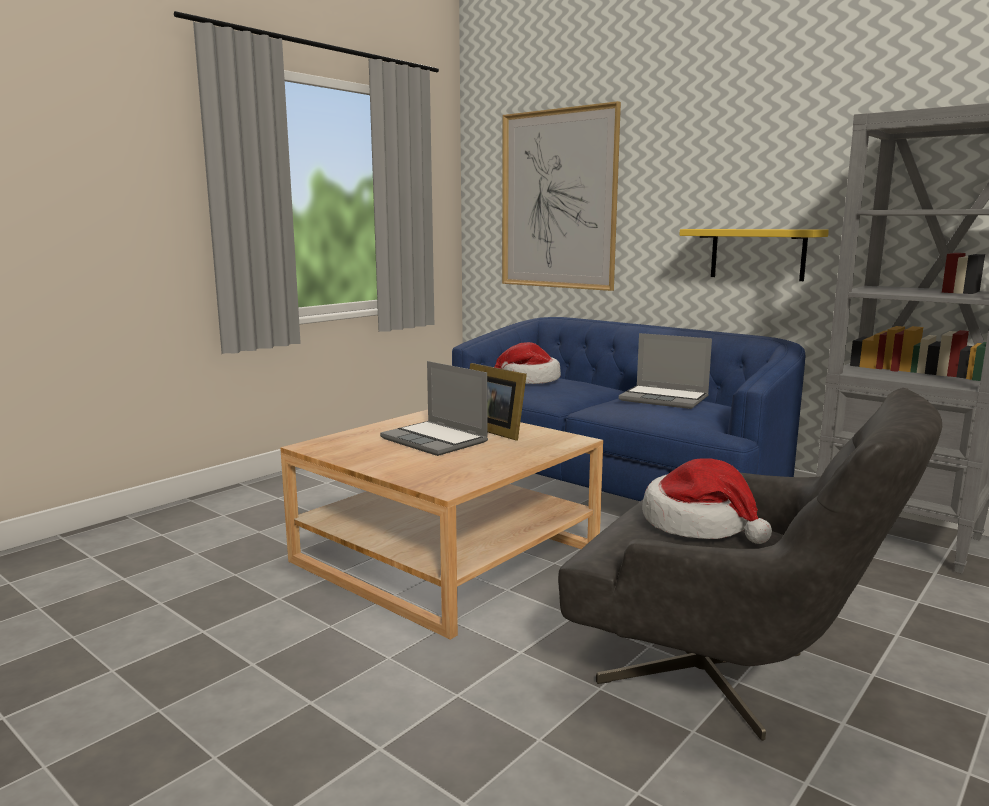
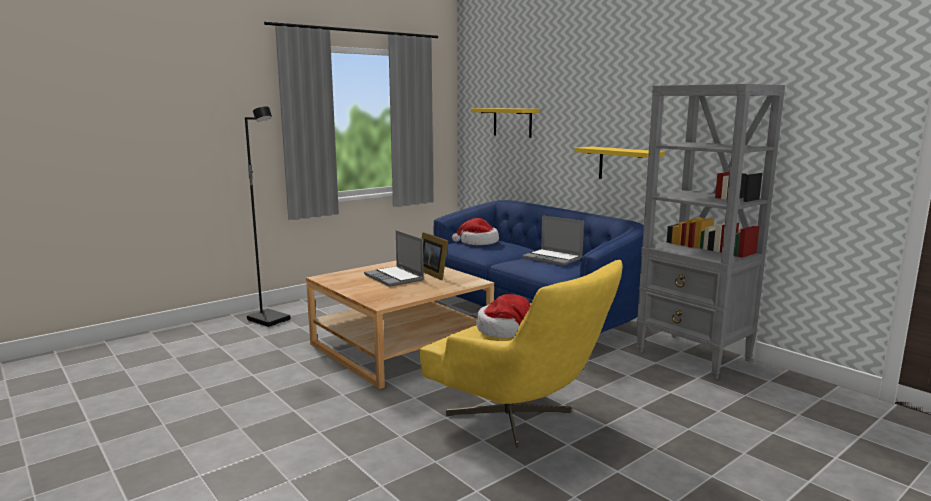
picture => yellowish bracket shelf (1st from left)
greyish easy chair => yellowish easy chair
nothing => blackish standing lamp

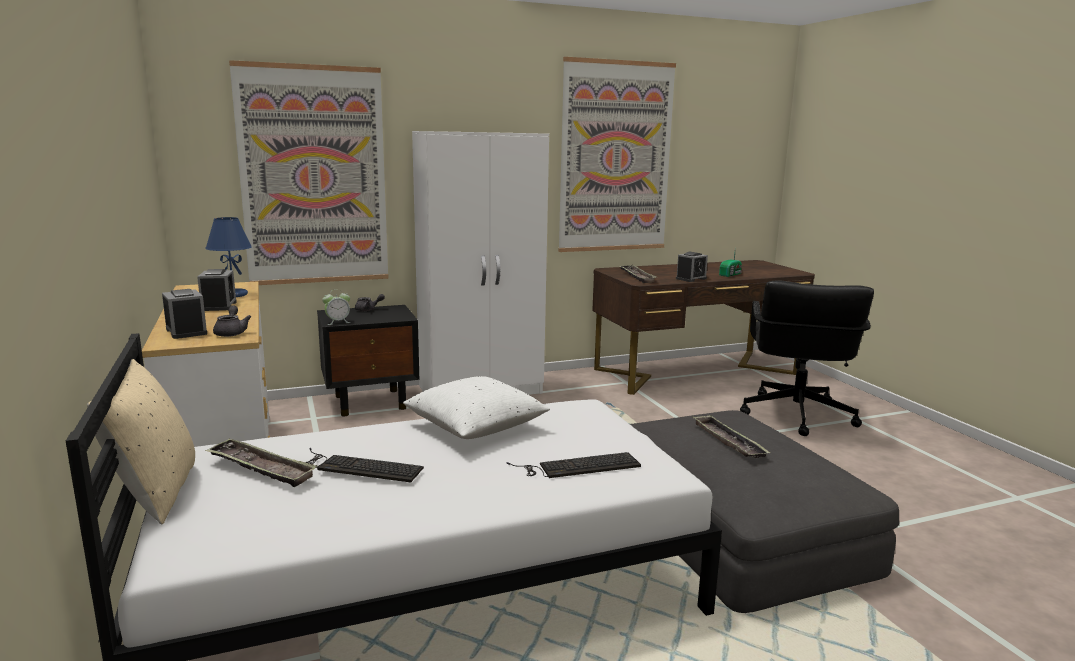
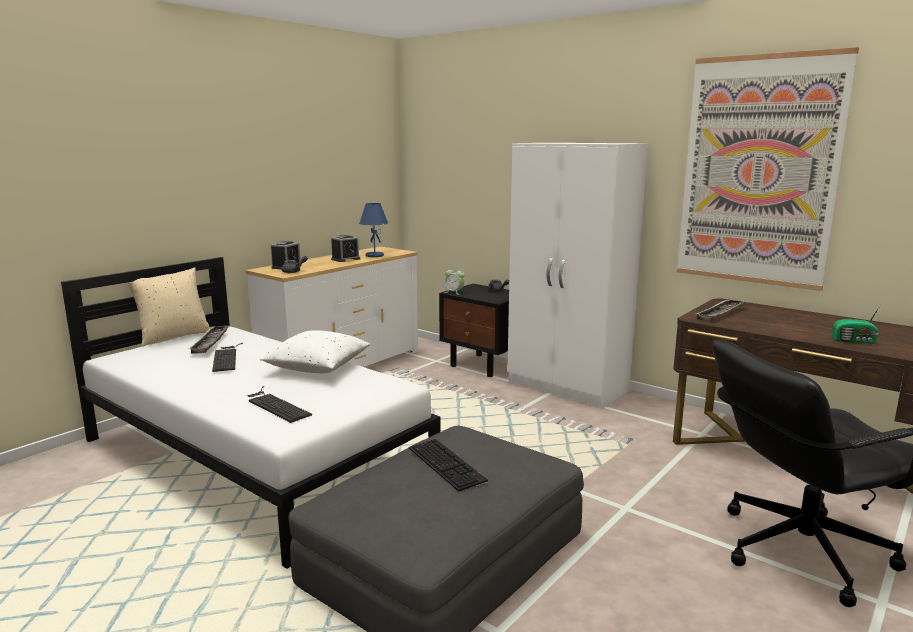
picture (1st from left) => nothing
alarm clock (4th from left) => nothing
carrying tray (3rd from left) => computer keyboard (3rd from left)

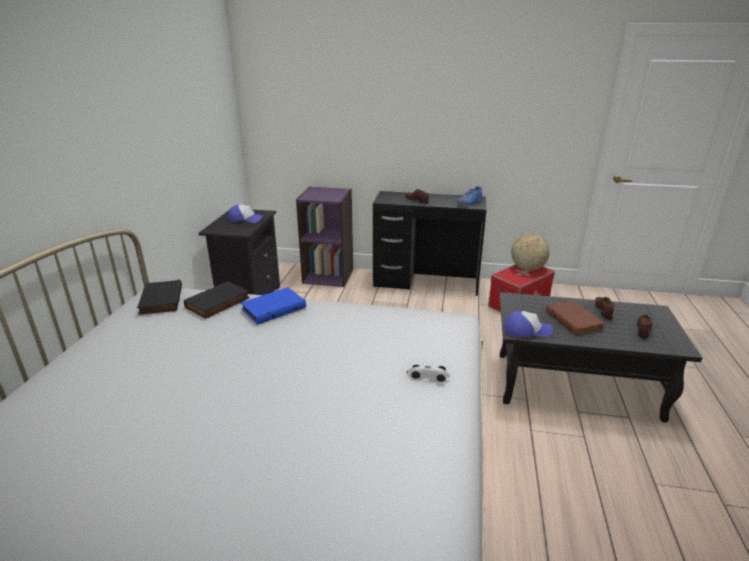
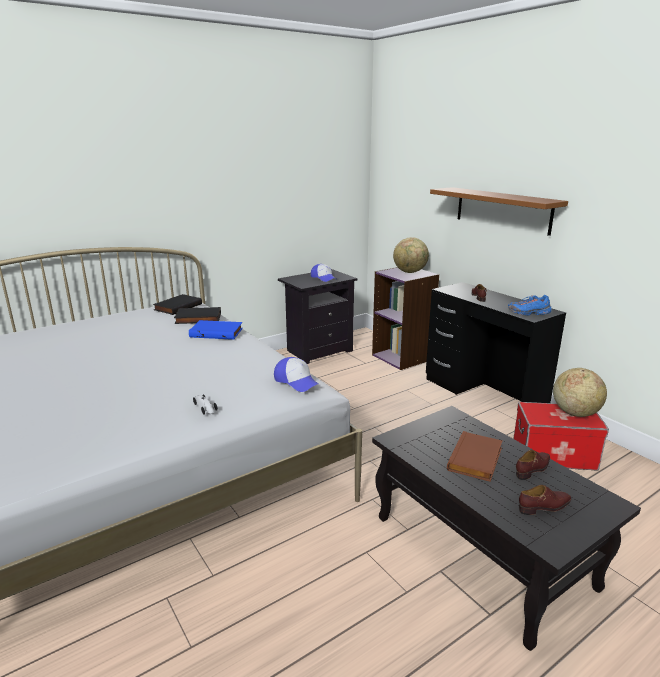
peaked cap (2nd from left in the first image) => peaked cap (1st from left), moved
nothing => brownish bracket shelf
nothing => desk globe (1st from left)

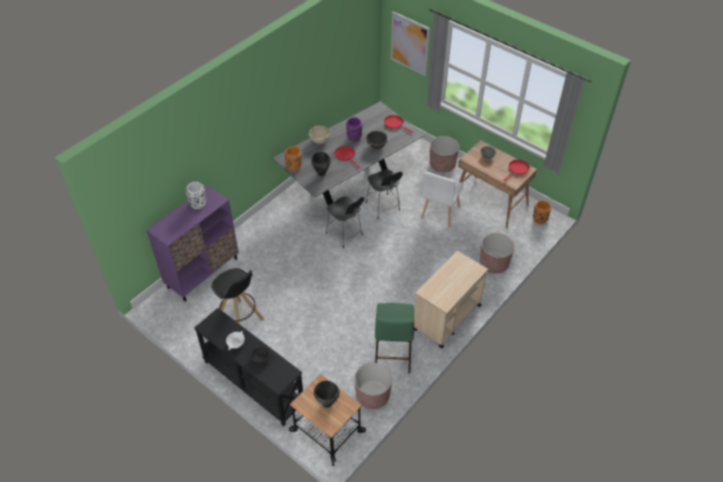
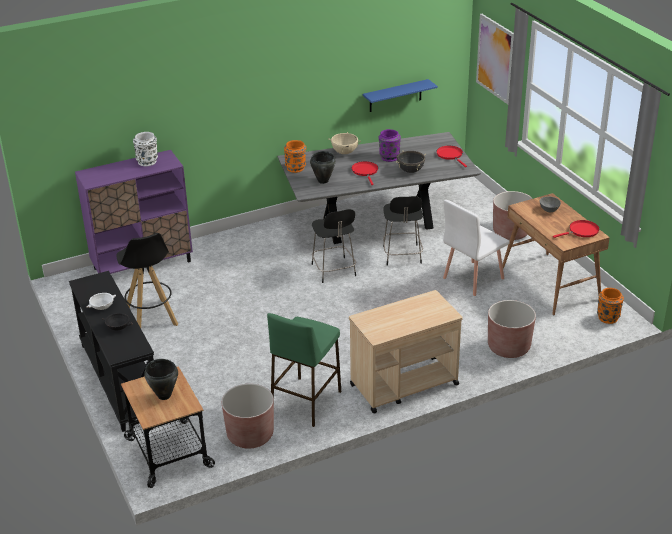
nothing => bluish bracket shelf

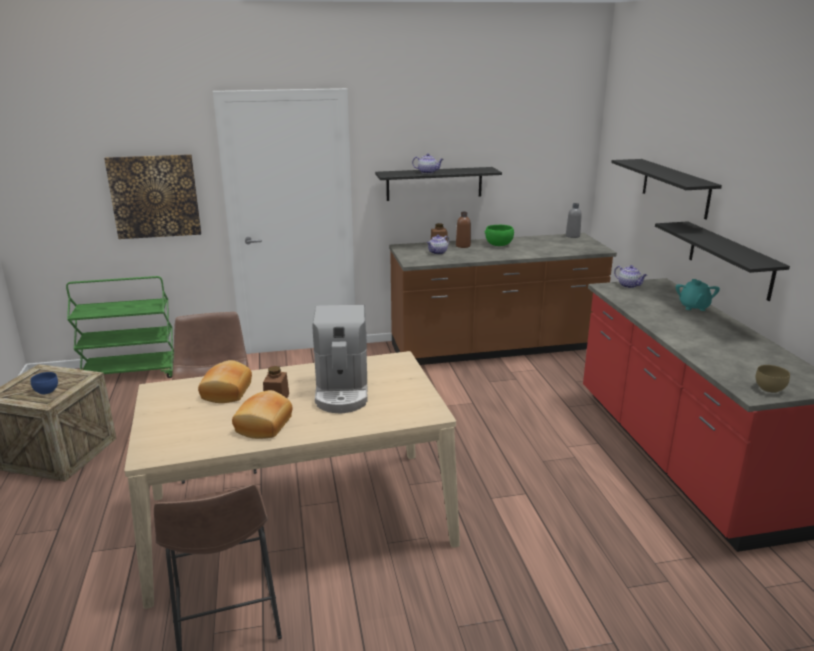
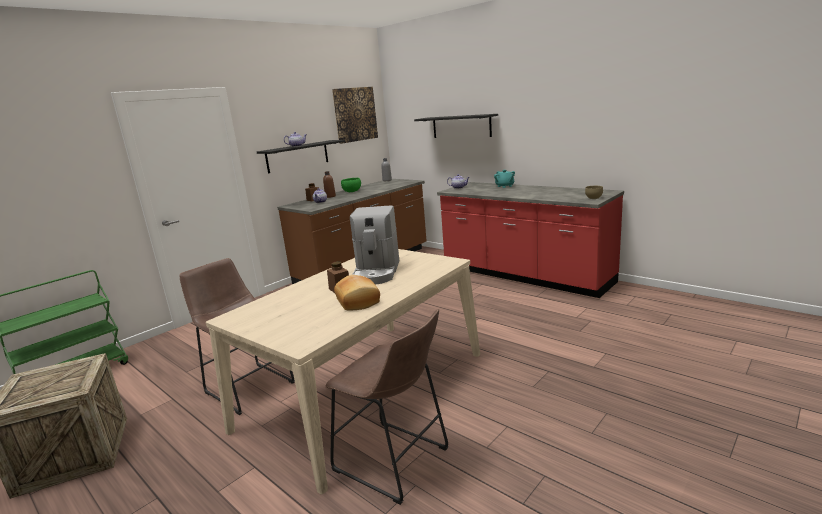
picture, moved
blackish bracket shelf (3rd from left) => nothing
coffee machine, 45 degrees clockwise
bakery bread (1st from left) => nothing
bluish serving bowl => nothing

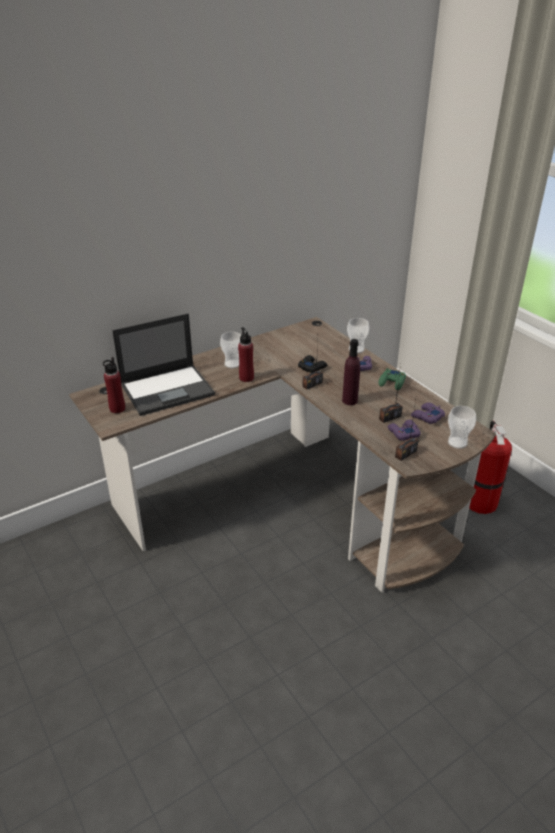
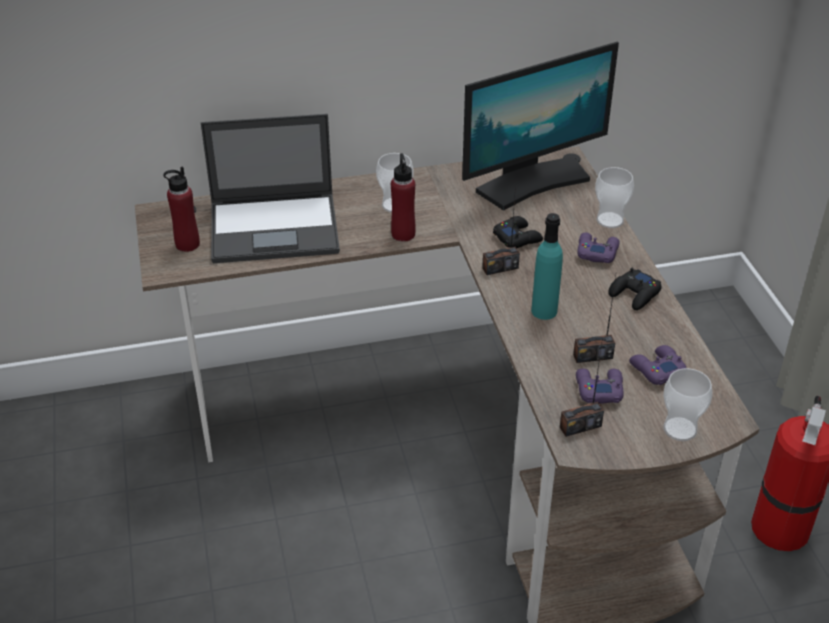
purple-coloured bottle => blue-green bottle
green joypad => blackish joypad (2nd from left)
nothing => monitor

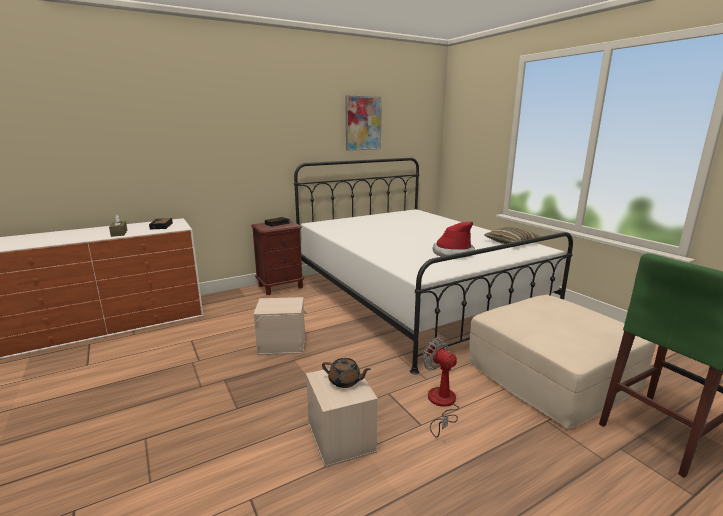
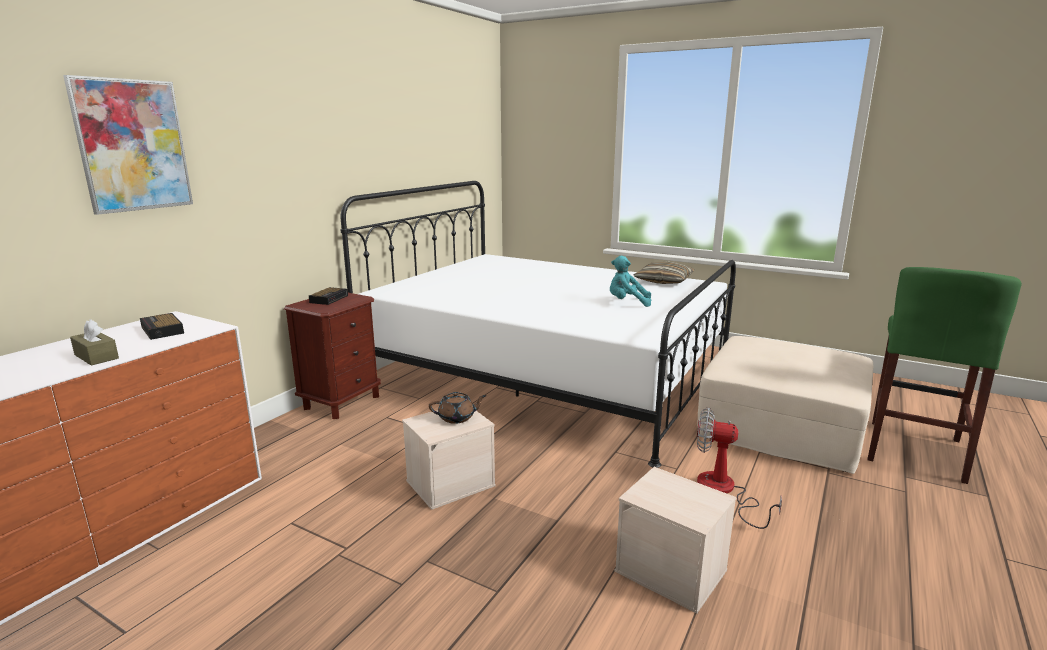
picture, moved
wearable hat => blue-green cuddly toy
brownish teapot, moved

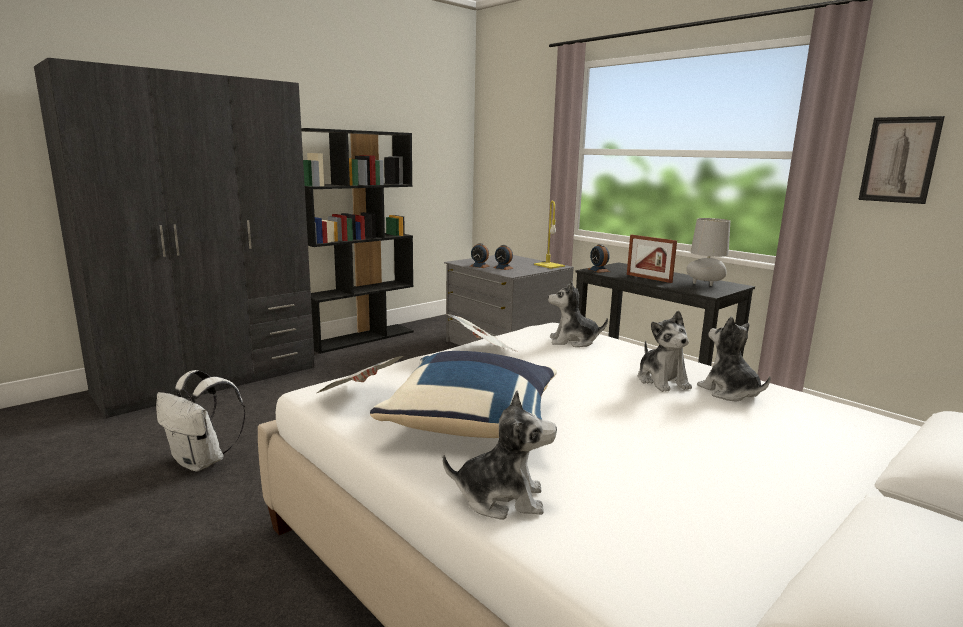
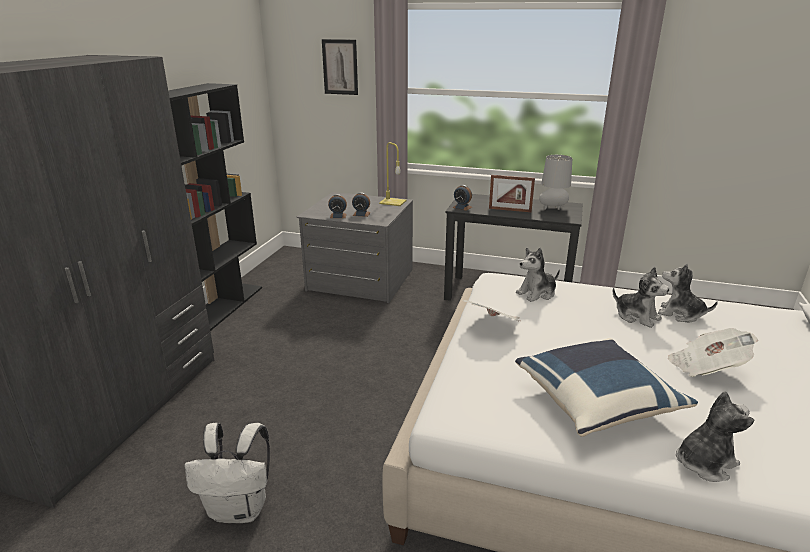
picture, moved
newspaper (1st from left in the first image) => newspaper (2nd from left), moved

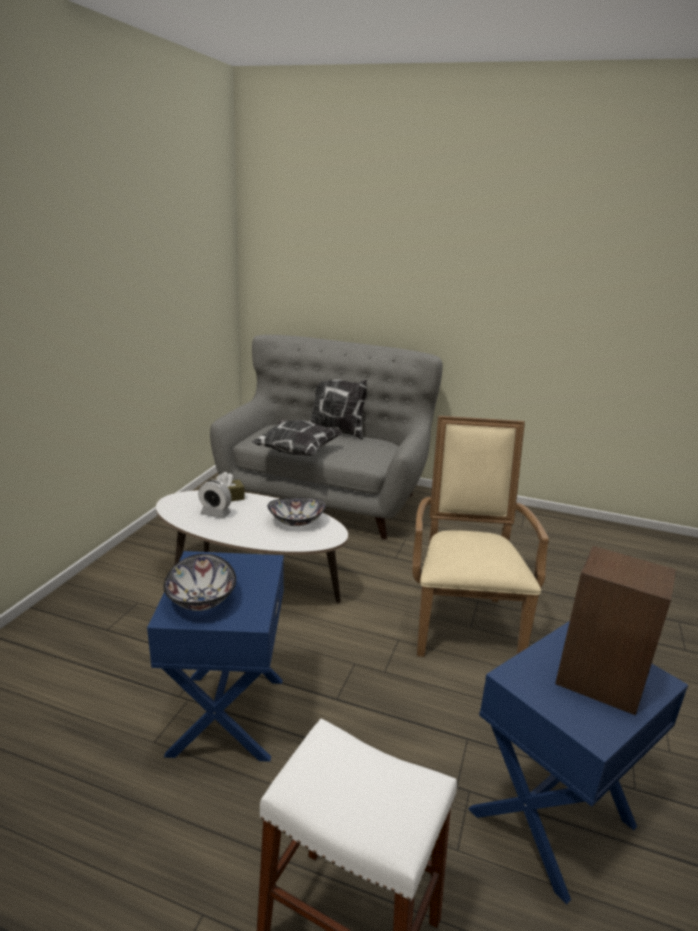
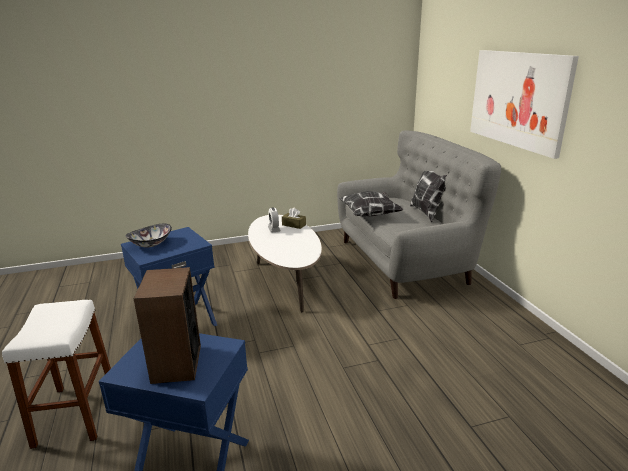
sand-coloured easy chair => nothing
serving bowl (2nd from left) => nothing
nothing => picture

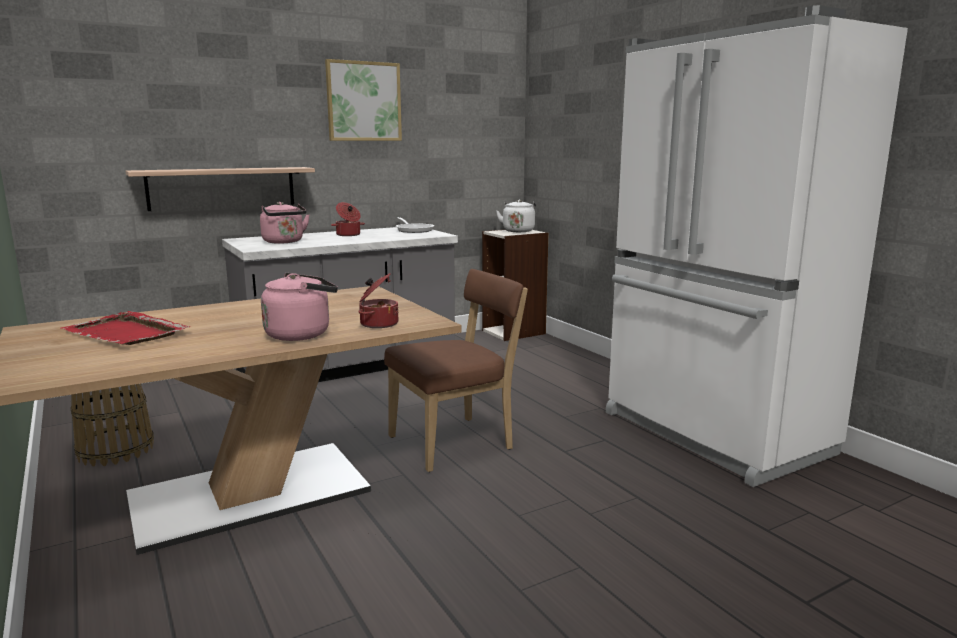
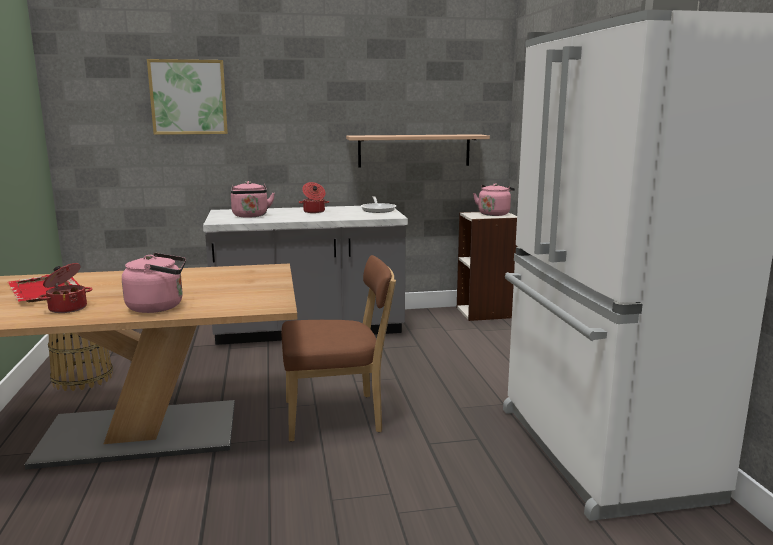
picture, moved
bracket shelf, moved
white-coloured water kettle => pink water kettle (3rd from left)
cooking pot (2nd from left in the first image) => cooking pot (1st from left), moved

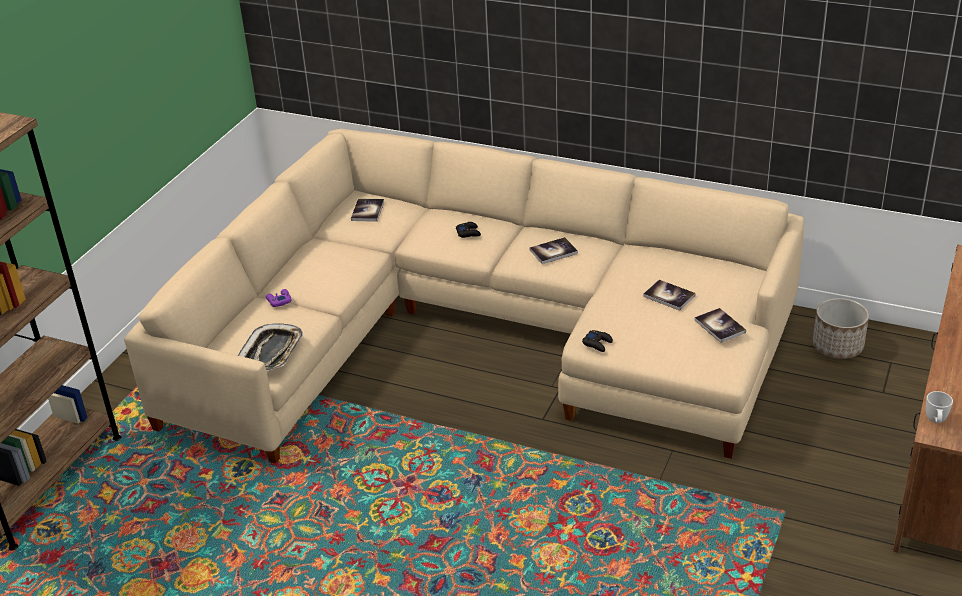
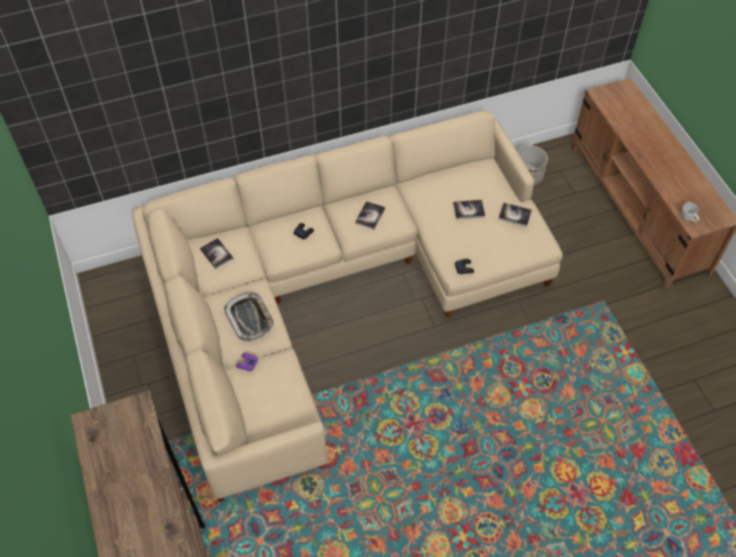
carrying tray, moved

